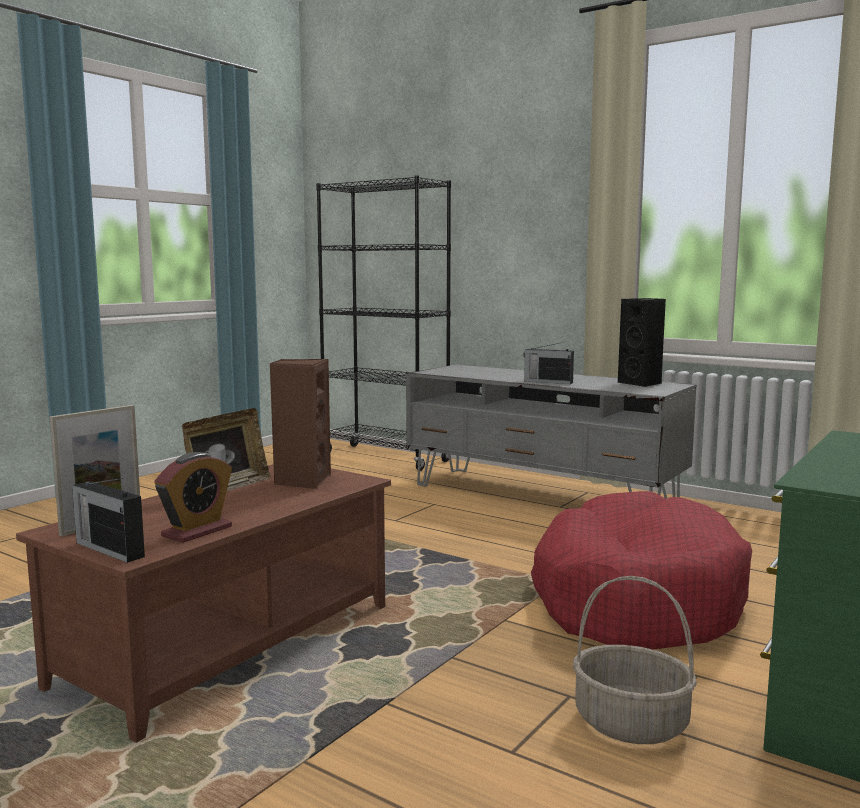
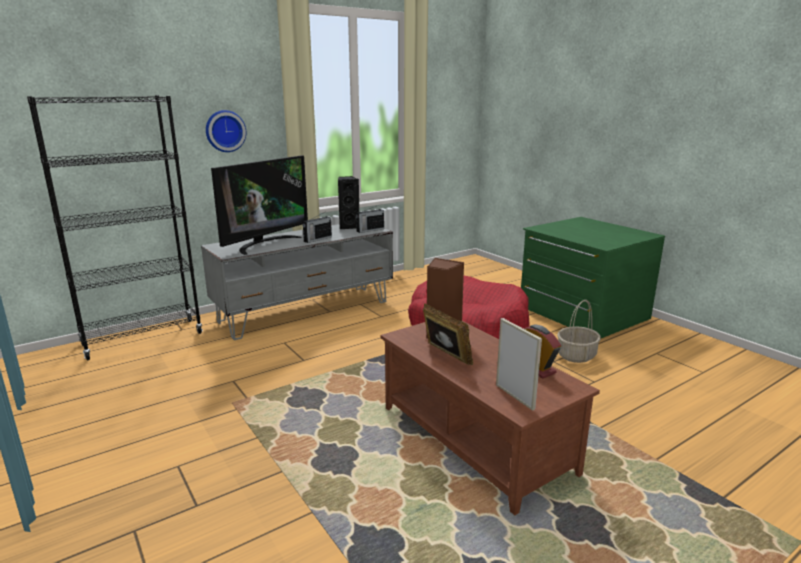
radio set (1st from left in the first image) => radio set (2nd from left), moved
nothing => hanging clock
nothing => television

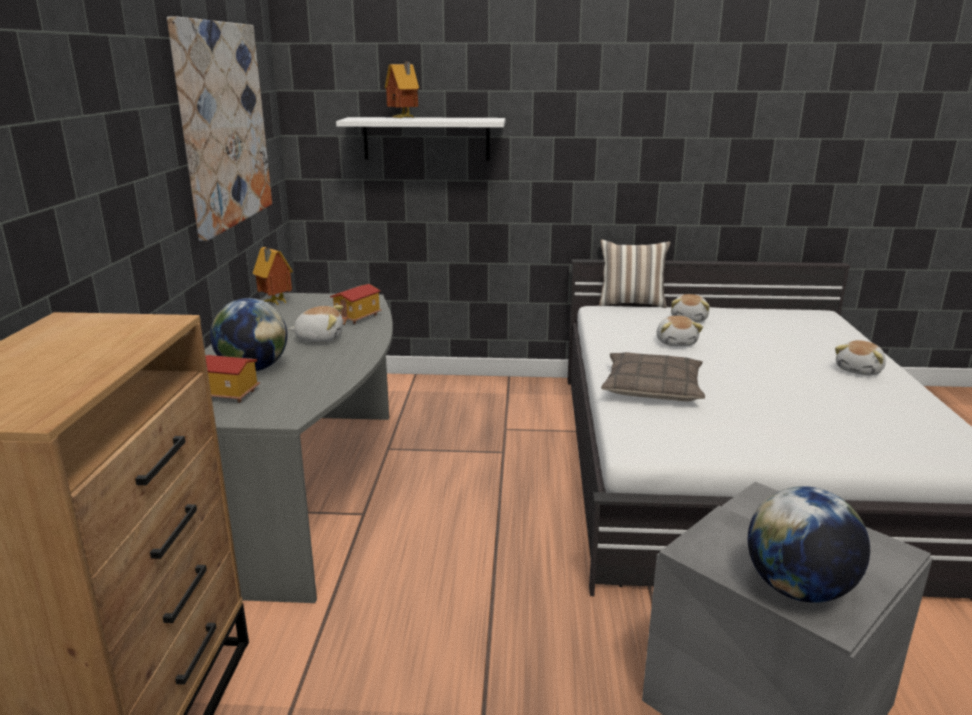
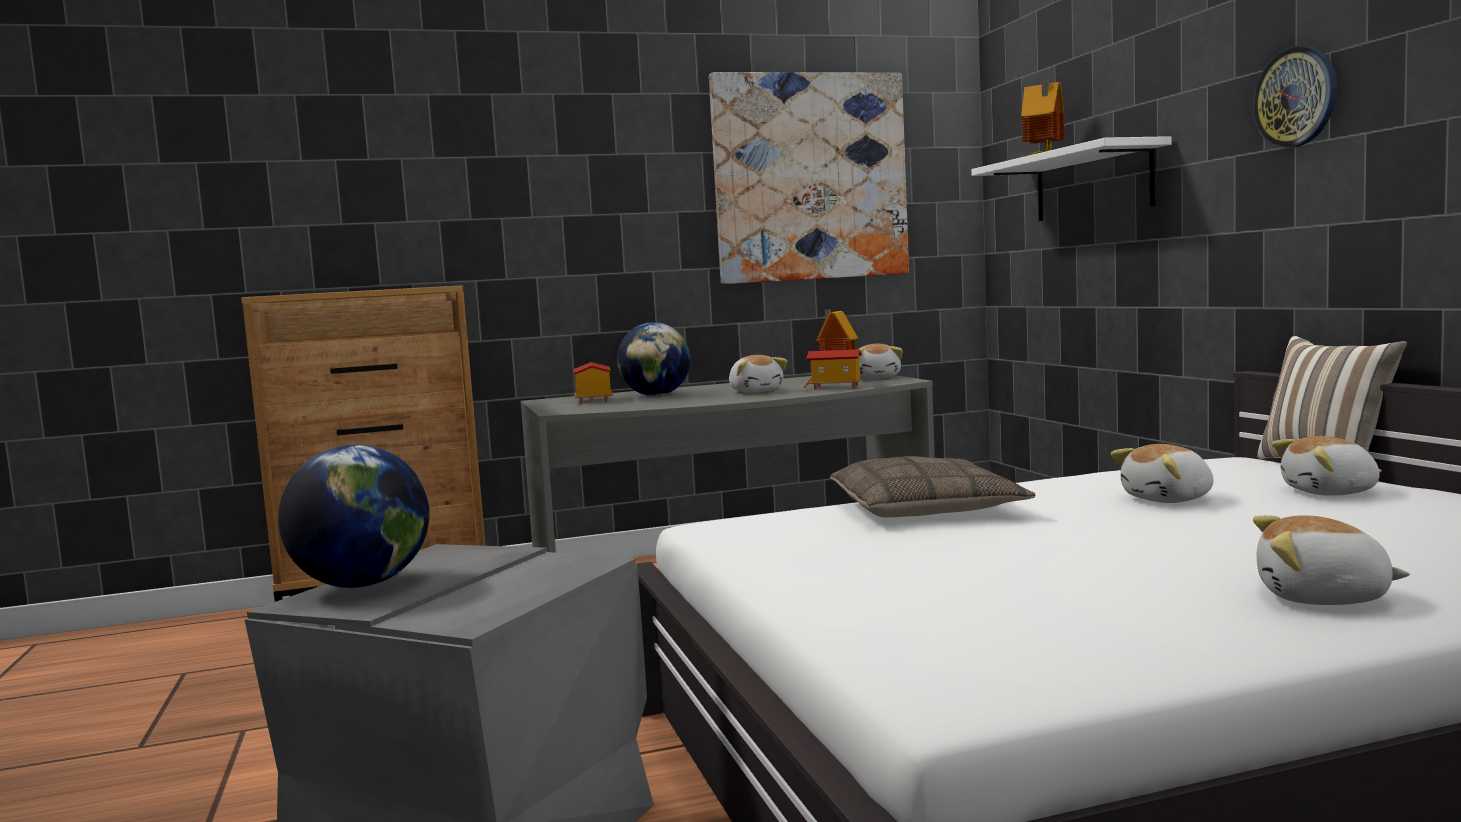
nothing => hanging clock
nothing => cuddly toy (2nd from left)

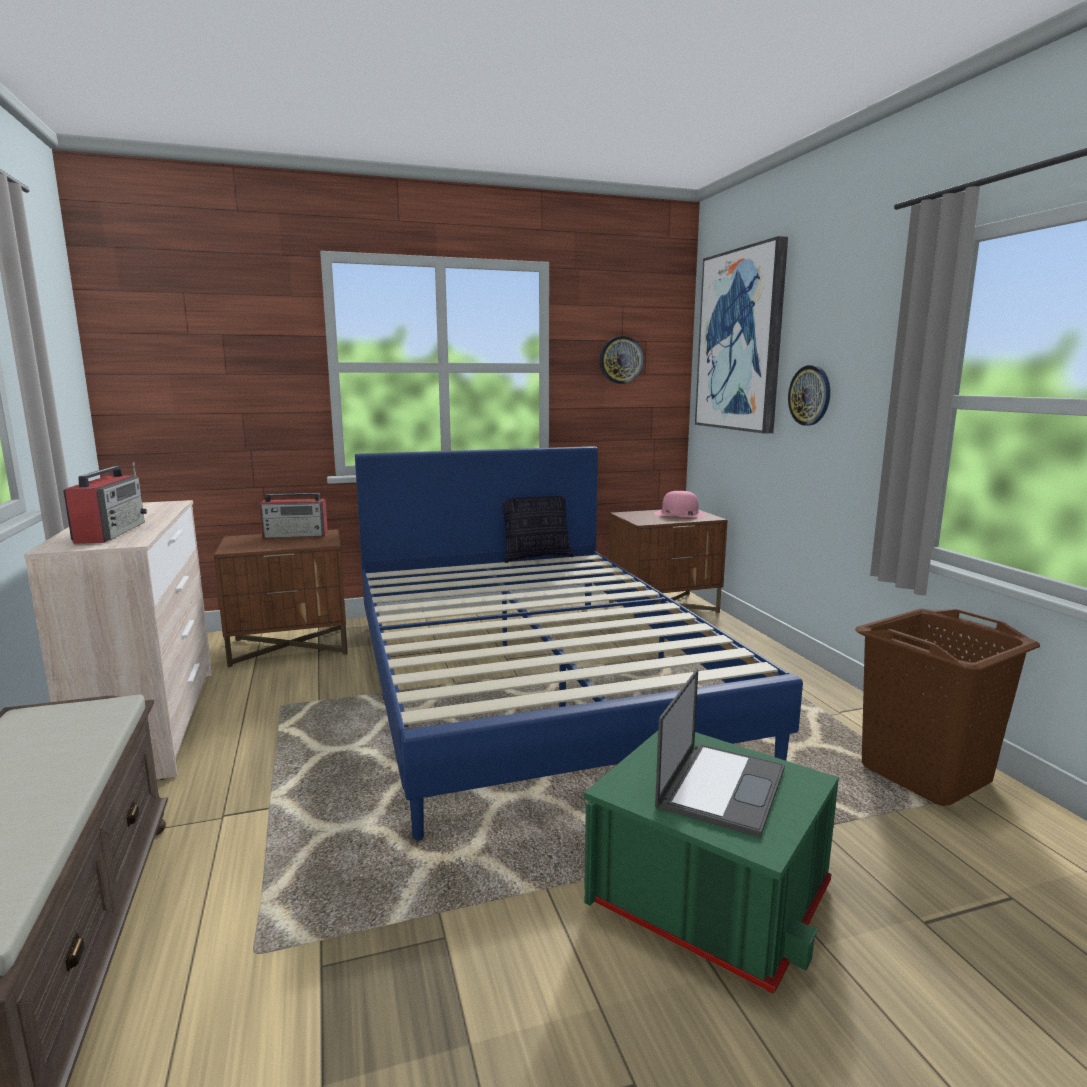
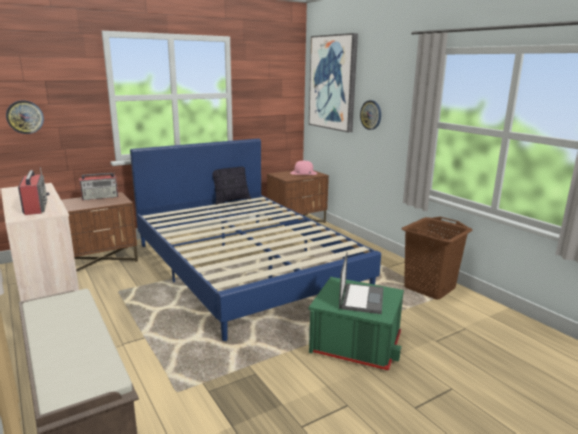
hanging clock (1st from left), moved

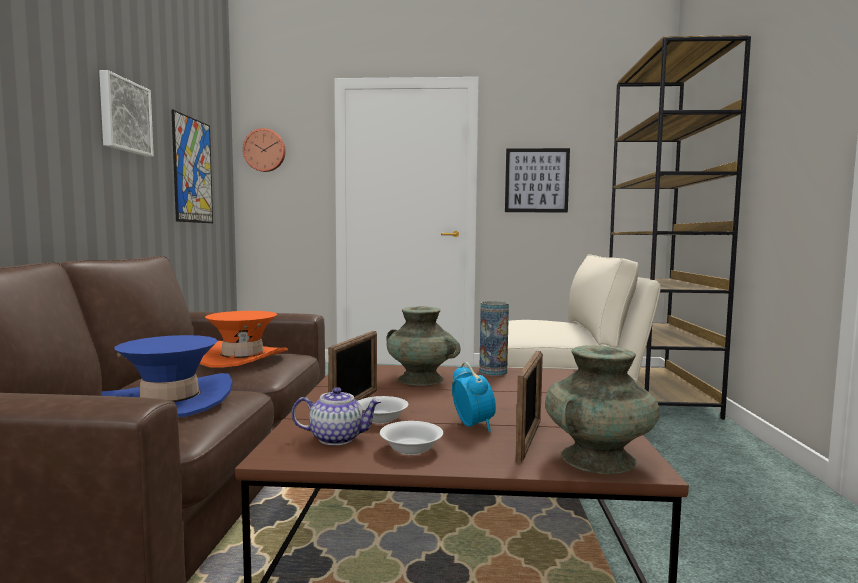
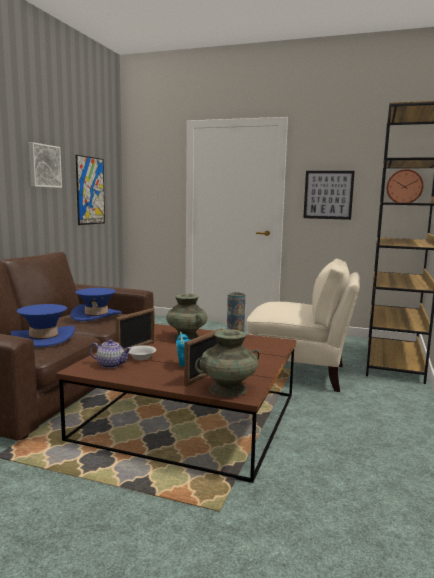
hanging clock, moved
orange-coloured wearable hat => bluish wearable hat (2nd from left)
white-coloured serving bowl (2nd from left) => nothing

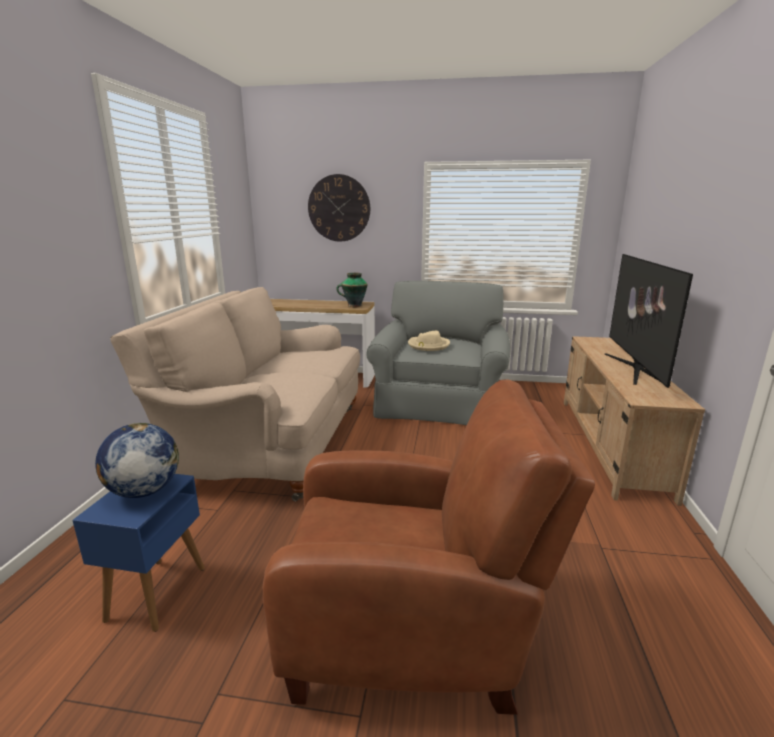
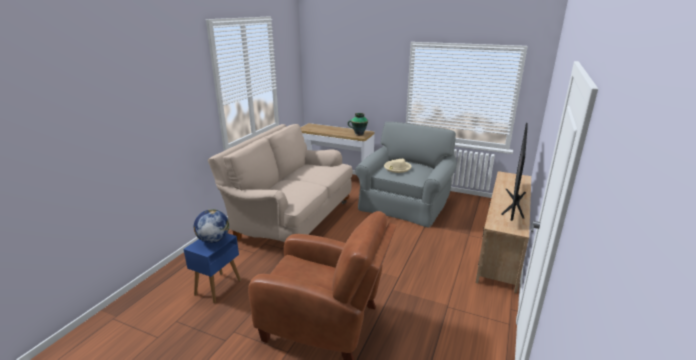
hanging clock => nothing

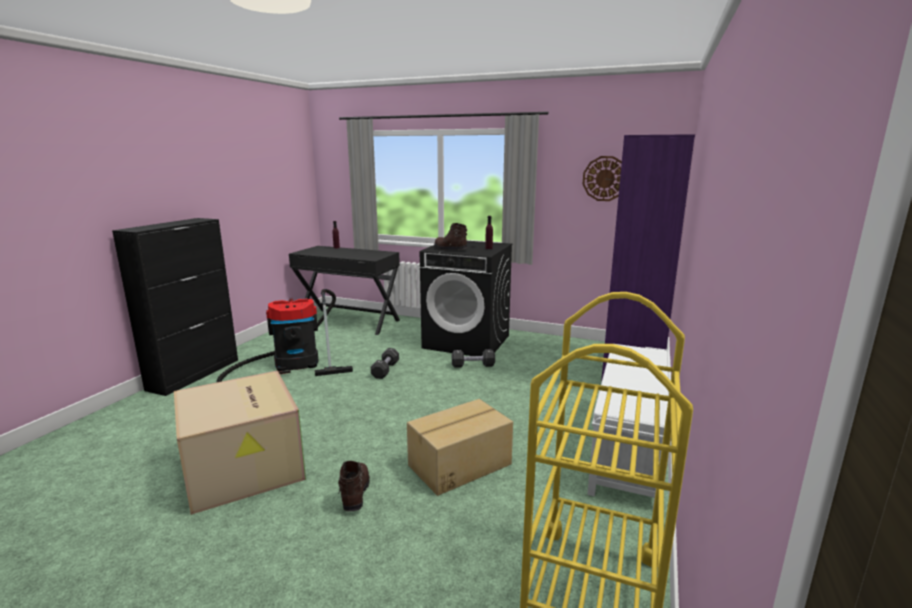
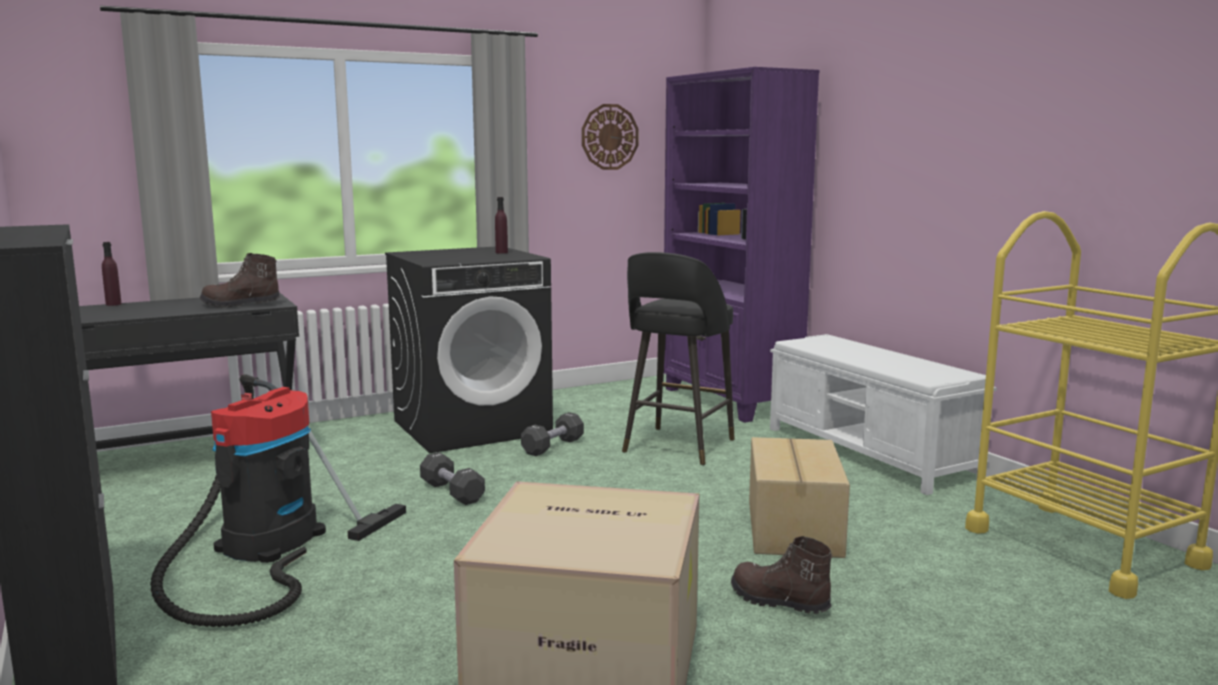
brownish high-top boot (2nd from left in the first image) => brownish high-top boot (1st from left), moved
nothing => blackish sitting stool

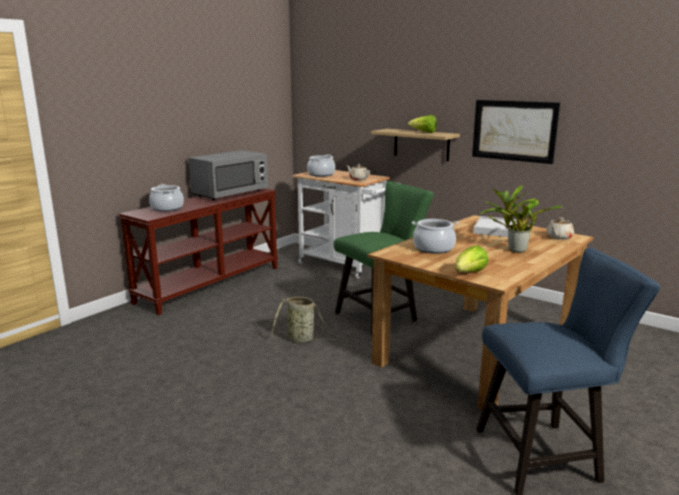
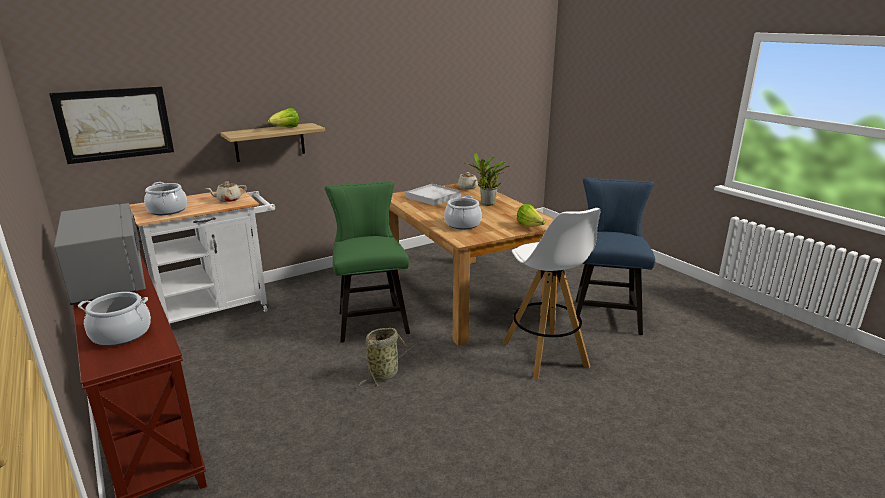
picture, moved
nothing => white-coloured sitting stool

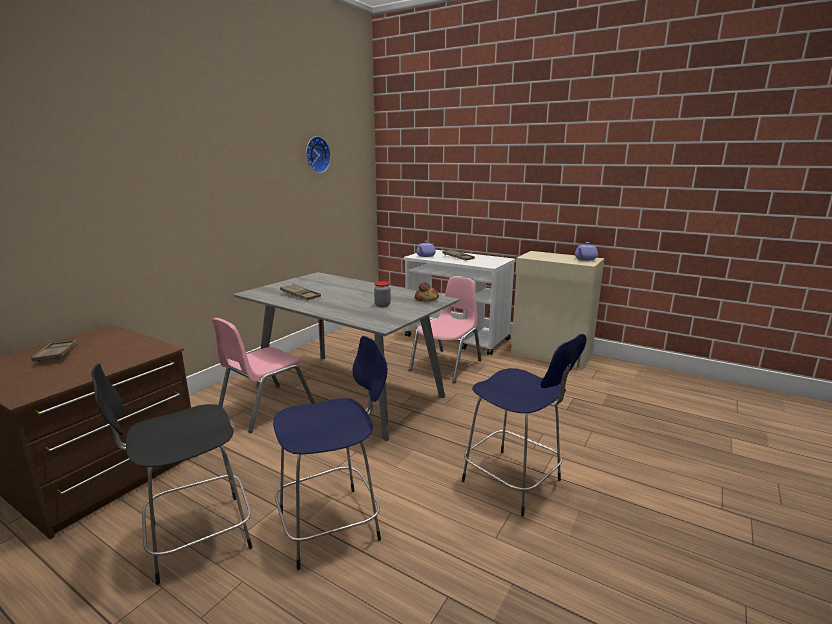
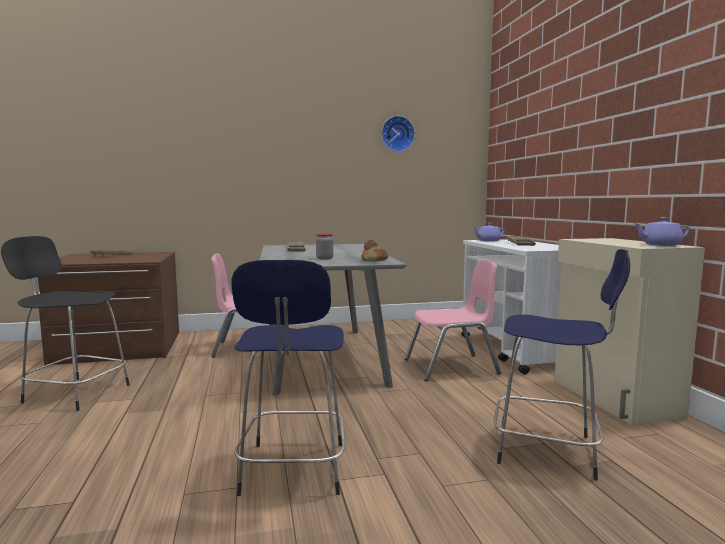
bluish sitting stool (1st from left in the first image) => bluish sitting stool (2nd from left), moved

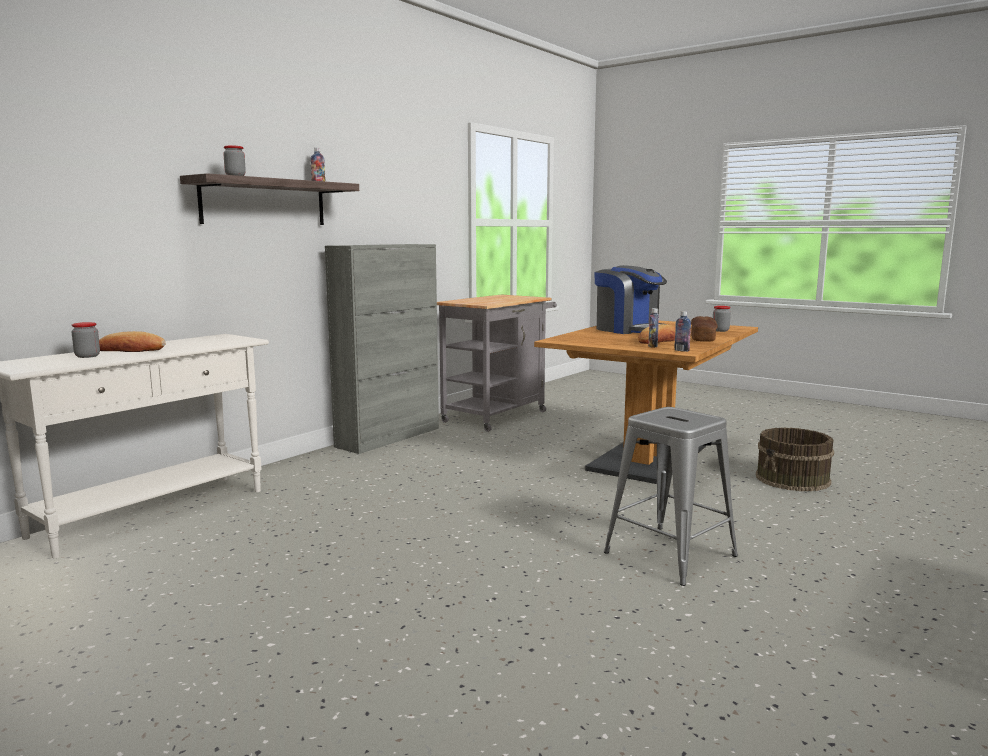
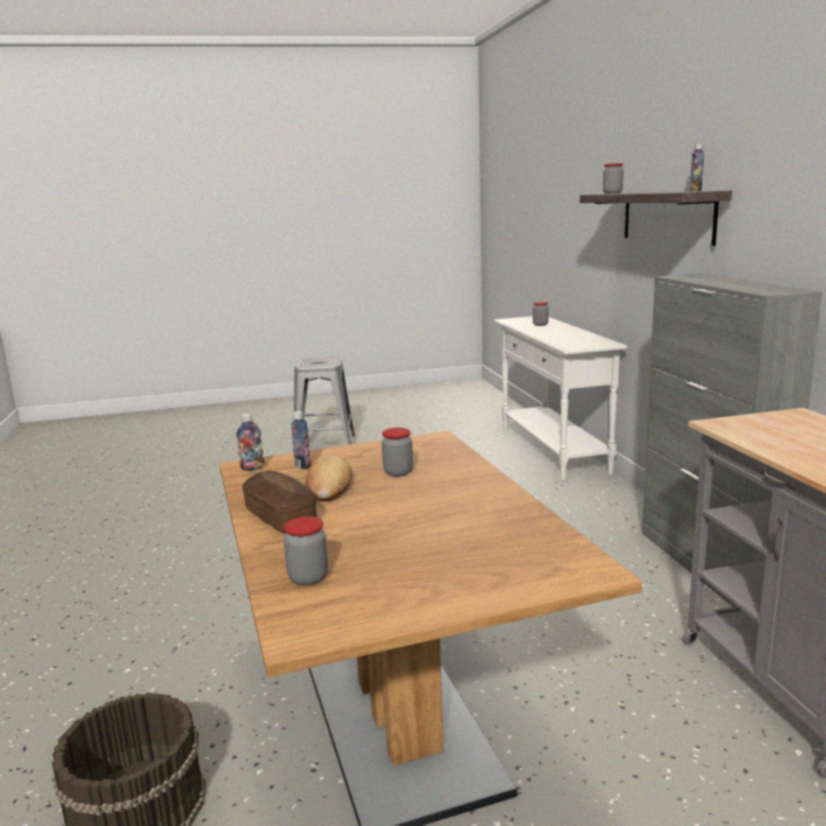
coffee machine => nothing
bakery bread (1st from left) => nothing
greyish sitting stool, moved
nothing => jar (2nd from left)

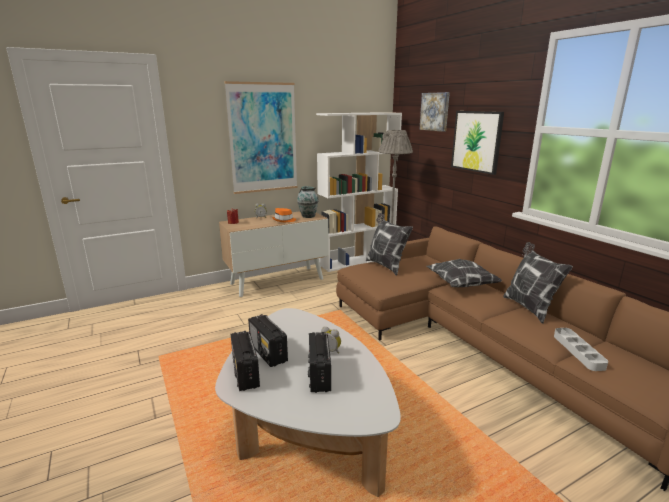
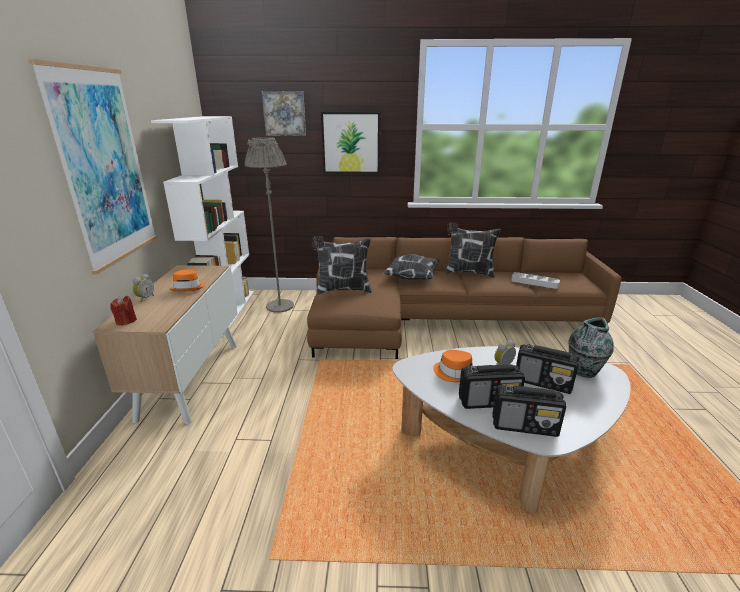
vase, moved
nothing => orange-coloured wearable hat (2nd from left)

